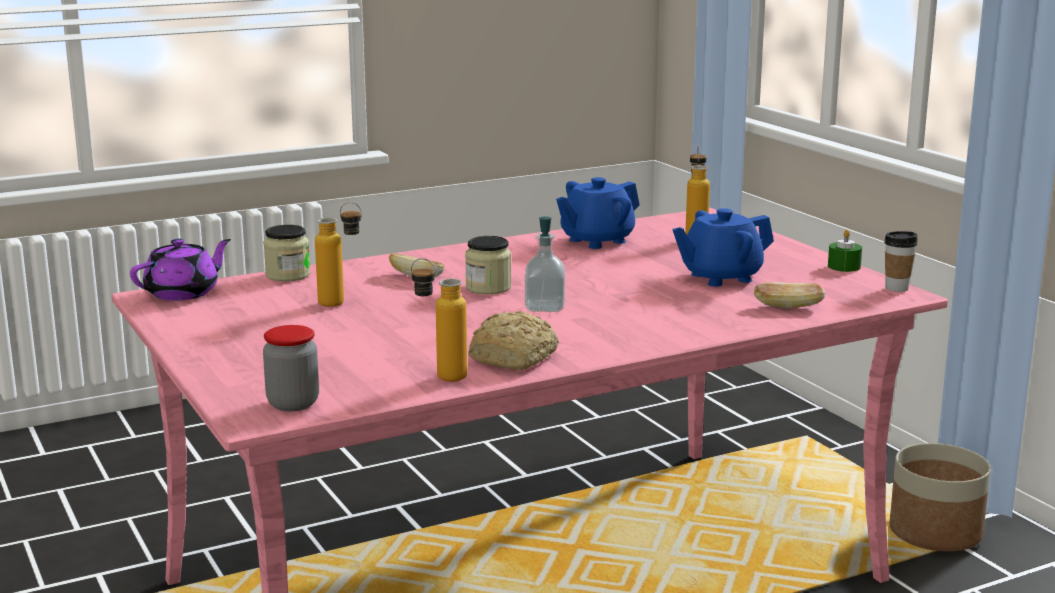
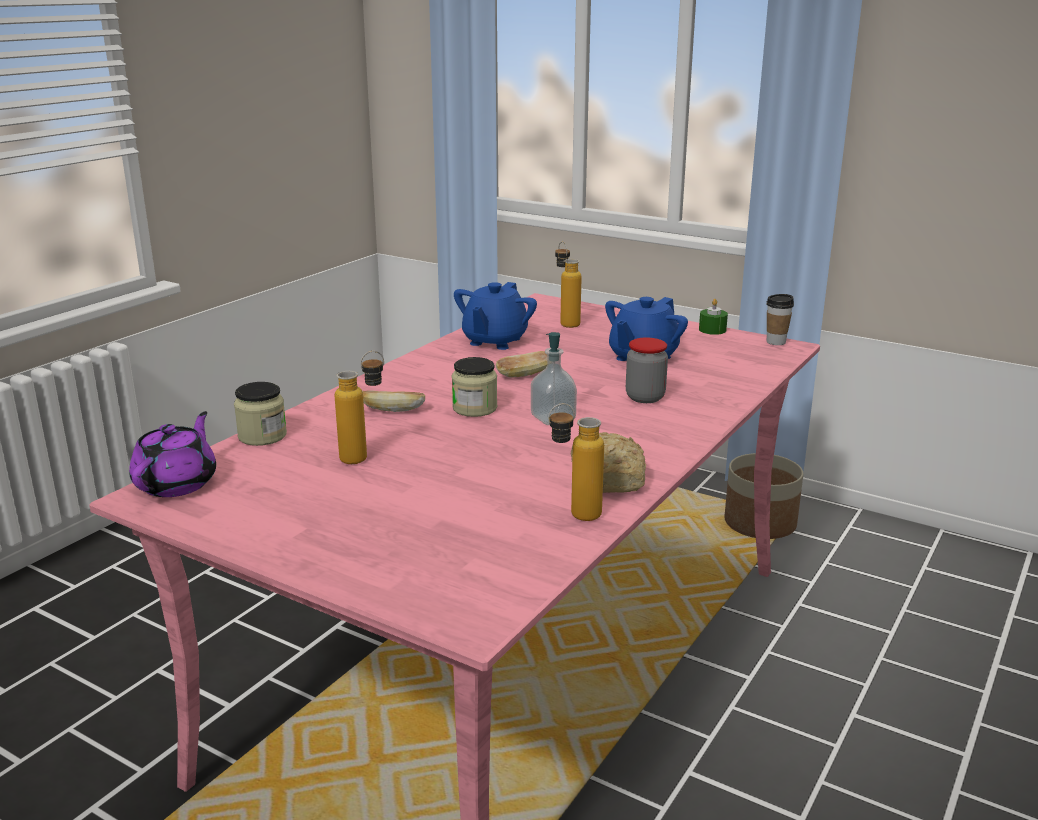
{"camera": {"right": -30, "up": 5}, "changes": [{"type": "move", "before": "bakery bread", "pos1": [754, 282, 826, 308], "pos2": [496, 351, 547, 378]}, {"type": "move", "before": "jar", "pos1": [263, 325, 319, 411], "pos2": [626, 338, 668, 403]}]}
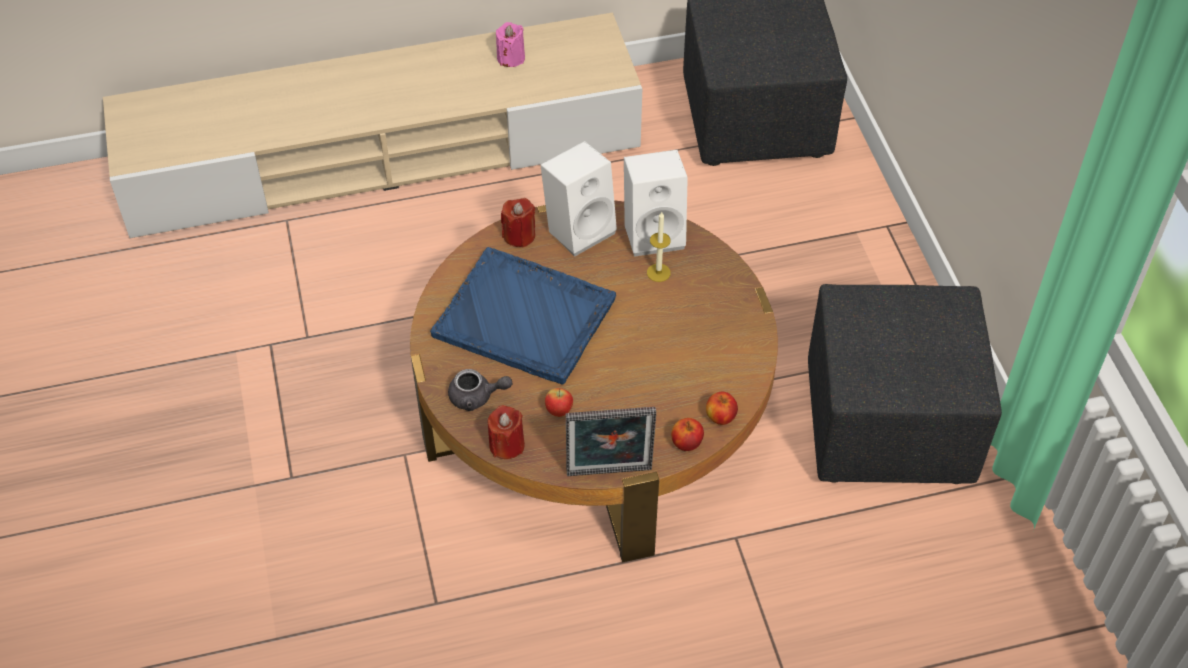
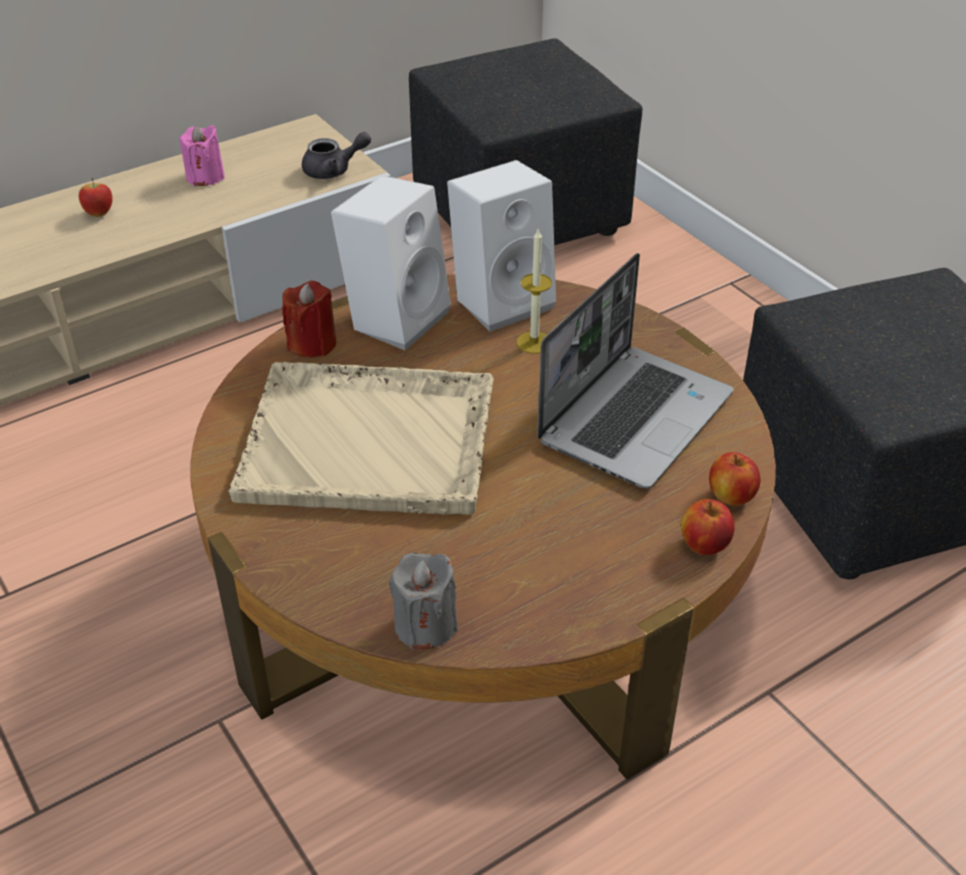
{"camera": {"right": -20, "up": -10}, "changes": [{"type": "recolor", "before": "tray (bluish)", "after": "tray (beige)", "pos1": [430, 247, 616, 385], "pos2": [228, 362, 494, 515]}, {"type": "move", "before": "tea pot (gray)", "pos1": [448, 369, 512, 411], "pos2": [302, 132, 371, 179]}, {"type": "move", "before": "whole apple", "pos1": [545, 388, 573, 417], "pos2": [79, 178, 113, 217]}, {"type": "recolor", "before": "candle (red)", "after": "candle (gray)", "pos1": [488, 405, 525, 459], "pos2": [389, 553, 458, 650]}, {"type": "delete", "before": "standing frame", "pos1": [566, 407, 656, 476]}, {"type": "insert", "after": "laptop", "pos2": [537, 253, 734, 489]}]}
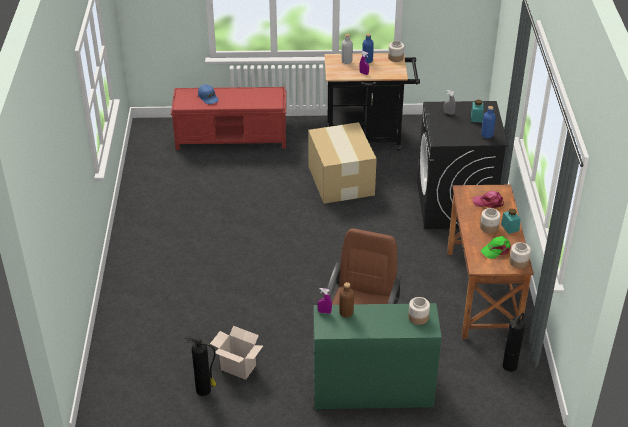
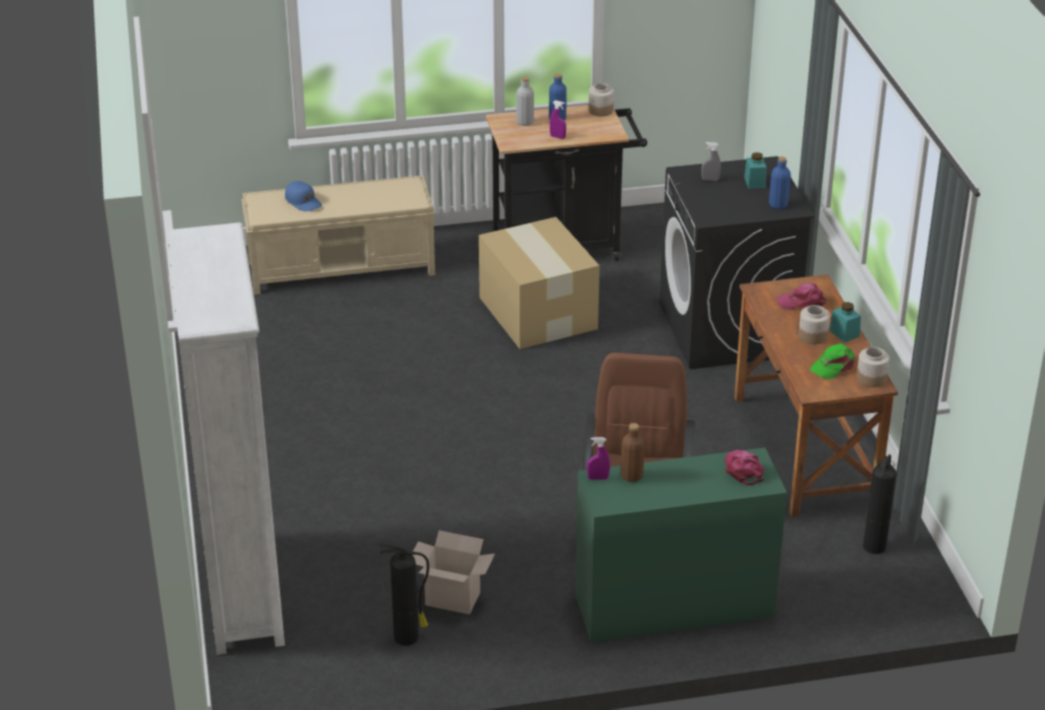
{"camera": {"right": -10, "up": -5}, "changes": [{"type": "recolor", "before": "indoor bench (red)", "after": "indoor bench (beige)", "pos1": [171, 87, 286, 150], "pos2": [241, 175, 435, 295]}, {"type": "replace", "before": "jar", "after": "baseball cap (pink-coloured)", "pos1": [408, 297, 430, 325], "pos2": [725, 450, 764, 486]}, {"type": "insert", "after": "shelving unit (white-coloured)", "pos2": [168, 222, 285, 655]}]}
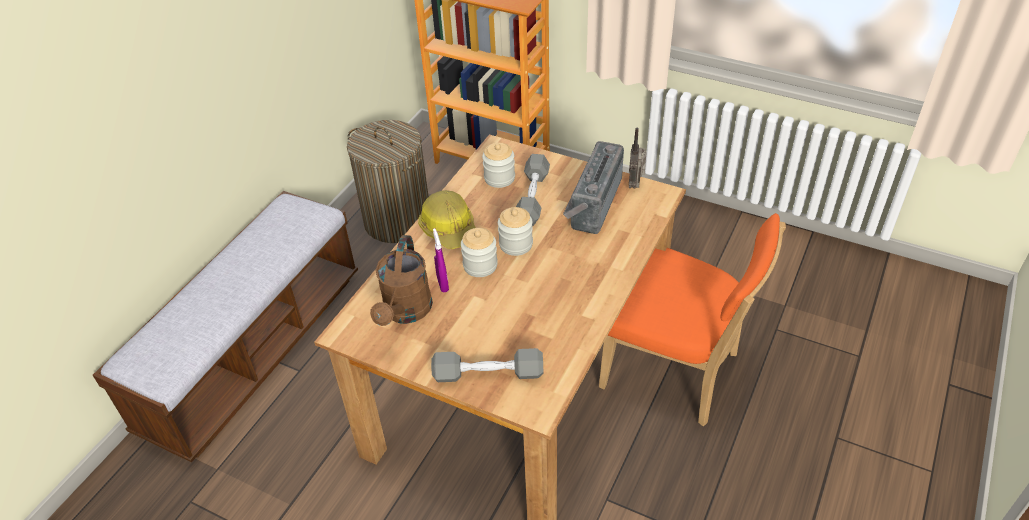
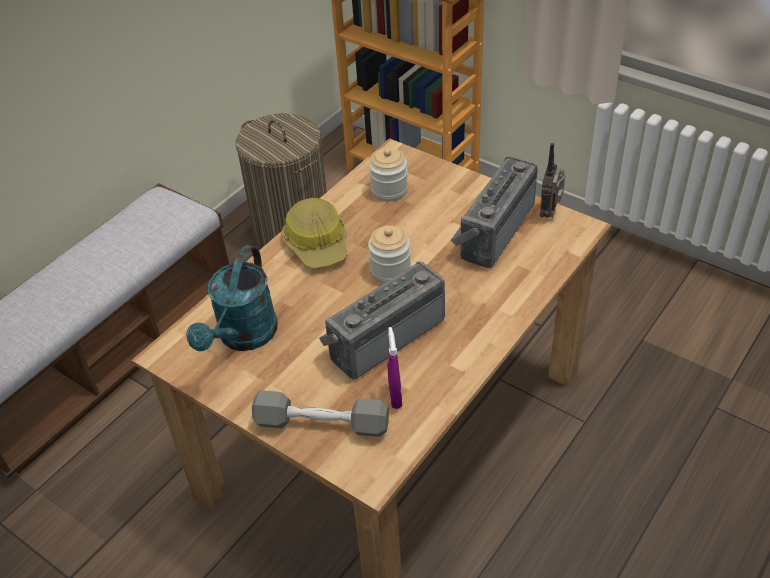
{"camera": {"right": 10, "up": 0}, "changes": [{"type": "delete", "before": "hand weight (gray)", "pos1": [516, 154, 550, 226]}, {"type": "delete", "before": "plain chair (orangey)", "pos1": [599, 213, 786, 426]}, {"type": "move", "before": "sprayer (purple)", "pos1": [433, 228, 449, 292], "pos2": [387, 327, 402, 409]}, {"type": "delete", "before": "jar", "pos1": [461, 228, 498, 277]}, {"type": "recolor", "before": "sprinkling can (brown-coloured)", "after": "sprinkling can (turquoise-coloured)", "pos1": [370, 235, 433, 326], "pos2": [186, 245, 277, 351]}, {"type": "insert", "after": "radio receiver", "pos2": [319, 261, 445, 380]}]}
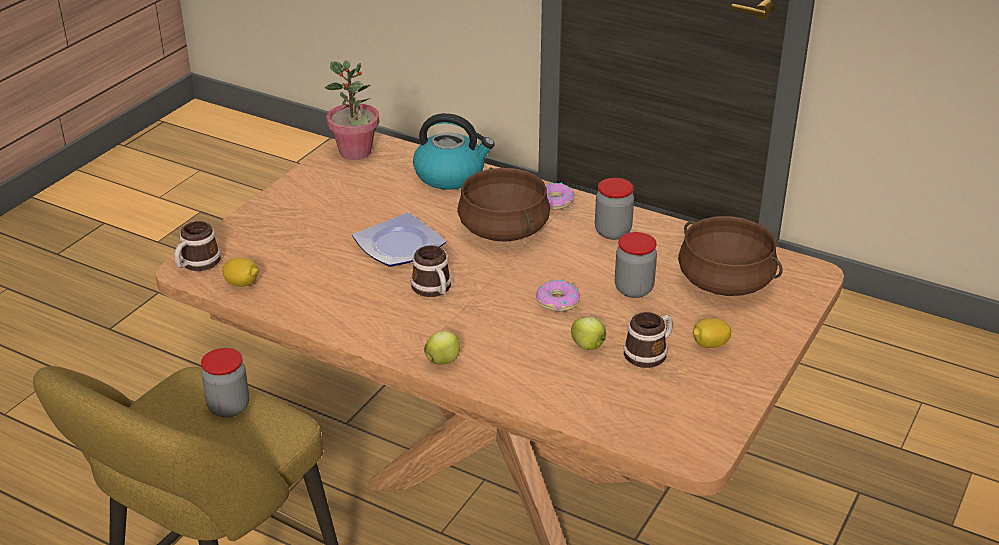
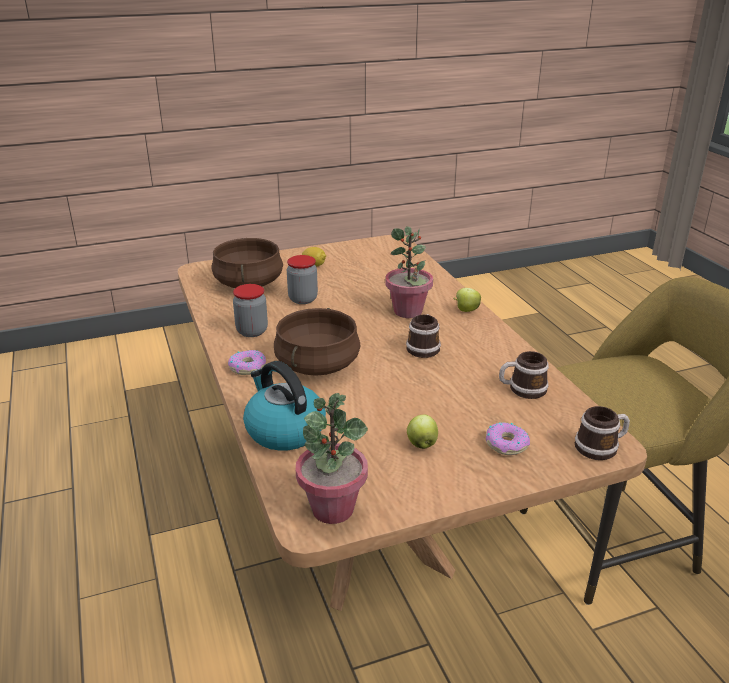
{"camera": {"right": -140, "up": -5}, "changes": [{"type": "delete", "before": "flat dish", "pos1": [352, 213, 446, 267]}, {"type": "delete", "before": "lemon", "pos1": [222, 257, 259, 287]}, {"type": "move", "before": "ring doughnut", "pos1": [536, 280, 580, 312], "pos2": [486, 422, 530, 455]}, {"type": "move", "before": "coffee mug", "pos1": [624, 312, 673, 368], "pos2": [499, 351, 549, 399]}, {"type": "move", "before": "whole apple", "pos1": [571, 317, 606, 350], "pos2": [407, 415, 438, 449]}, {"type": "delete", "before": "jar", "pos1": [201, 348, 249, 418]}, {"type": "insert", "after": "potted plant", "pos2": [385, 226, 433, 318]}]}
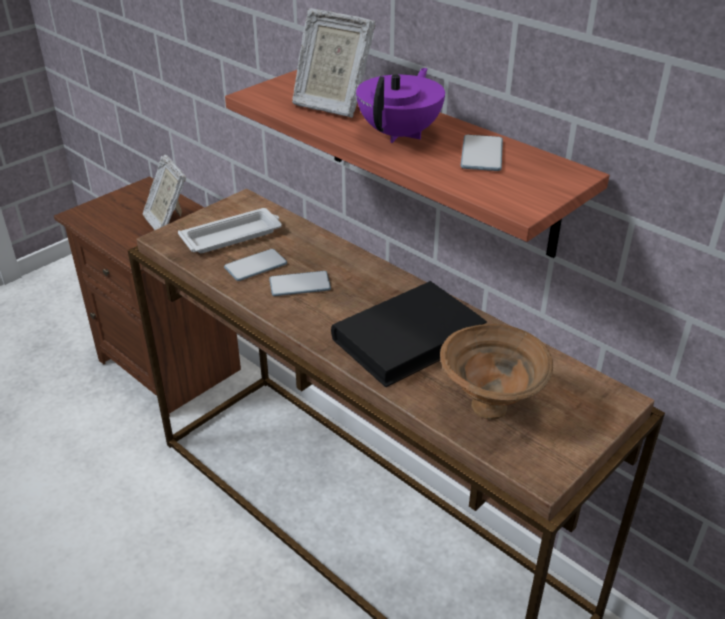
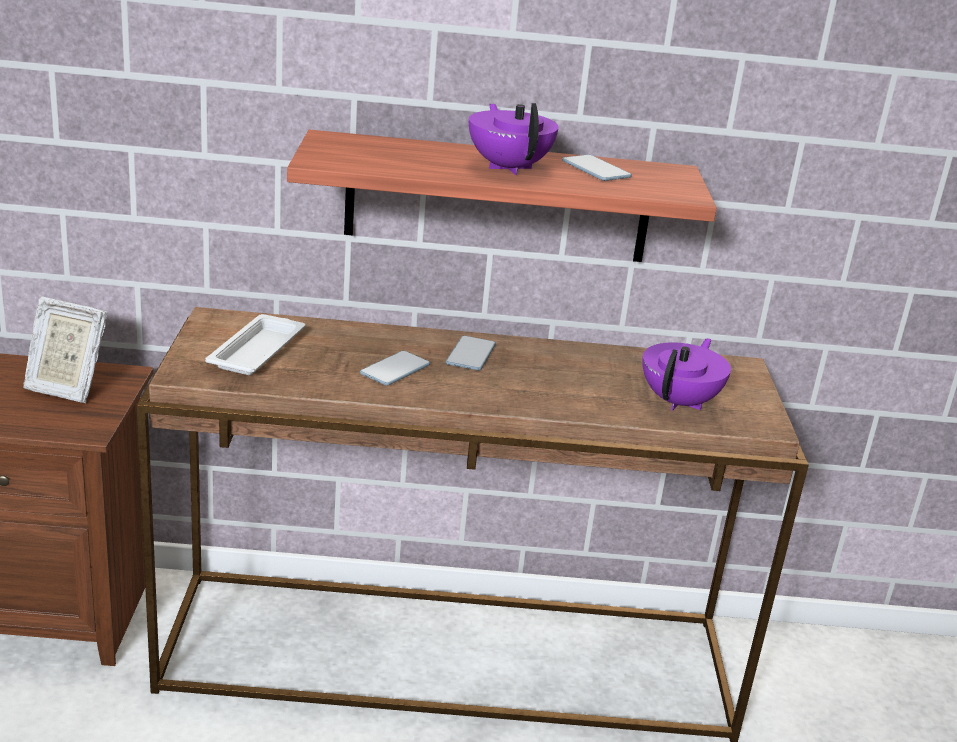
{"camera": {"right": -45, "up": -10}, "changes": [{"type": "delete", "before": "standing frame", "pos1": [292, 8, 375, 118]}, {"type": "move", "before": "handset", "pos1": [224, 249, 287, 281], "pos2": [446, 336, 496, 370]}, {"type": "delete", "before": "book (black-coloured)", "pos1": [331, 281, 487, 387]}, {"type": "replace", "before": "bowl (brown-coloured)", "after": "tea pot (purple)", "pos1": [440, 324, 553, 420], "pos2": [642, 338, 731, 411]}]}
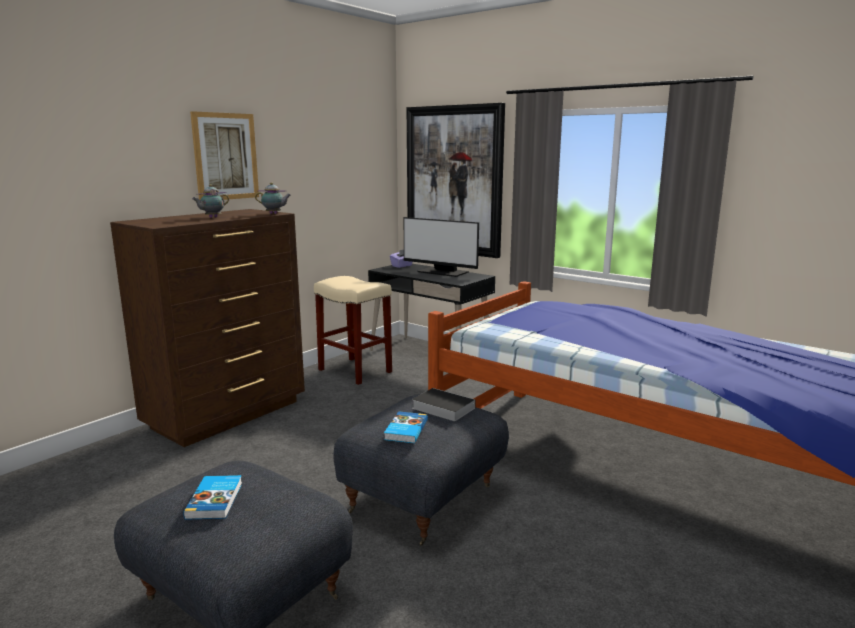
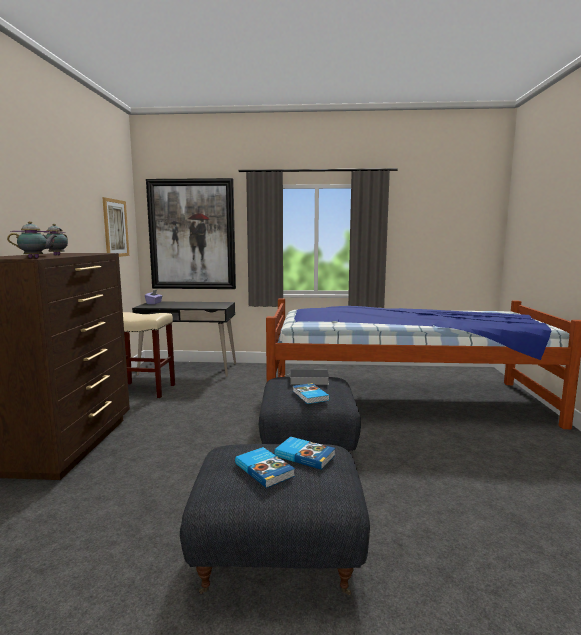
{"camera": {"right": -35, "up": -5}, "changes": [{"type": "move", "before": "picture", "pos1": [190, 111, 259, 200], "pos2": [102, 197, 129, 257]}, {"type": "move", "before": "tea pot", "pos1": [255, 182, 291, 214], "pos2": [7, 221, 57, 258]}, {"type": "delete", "before": "computer display", "pos1": [404, 217, 479, 277]}, {"type": "insert", "after": "book", "pos2": [274, 437, 335, 470]}]}
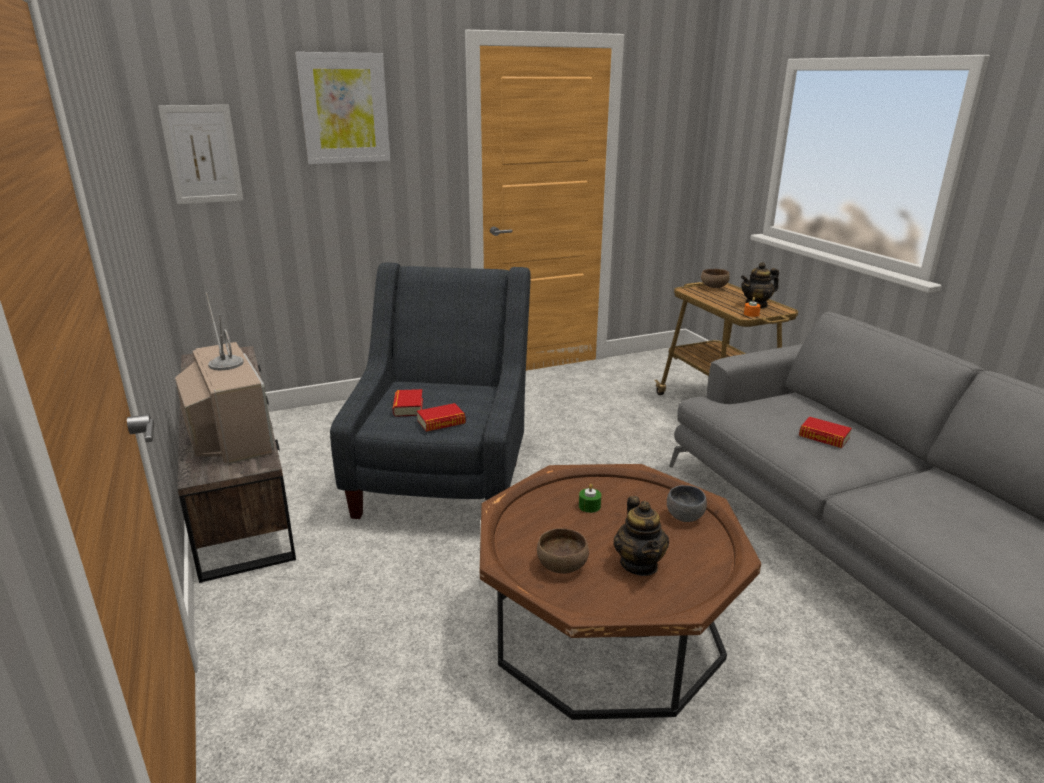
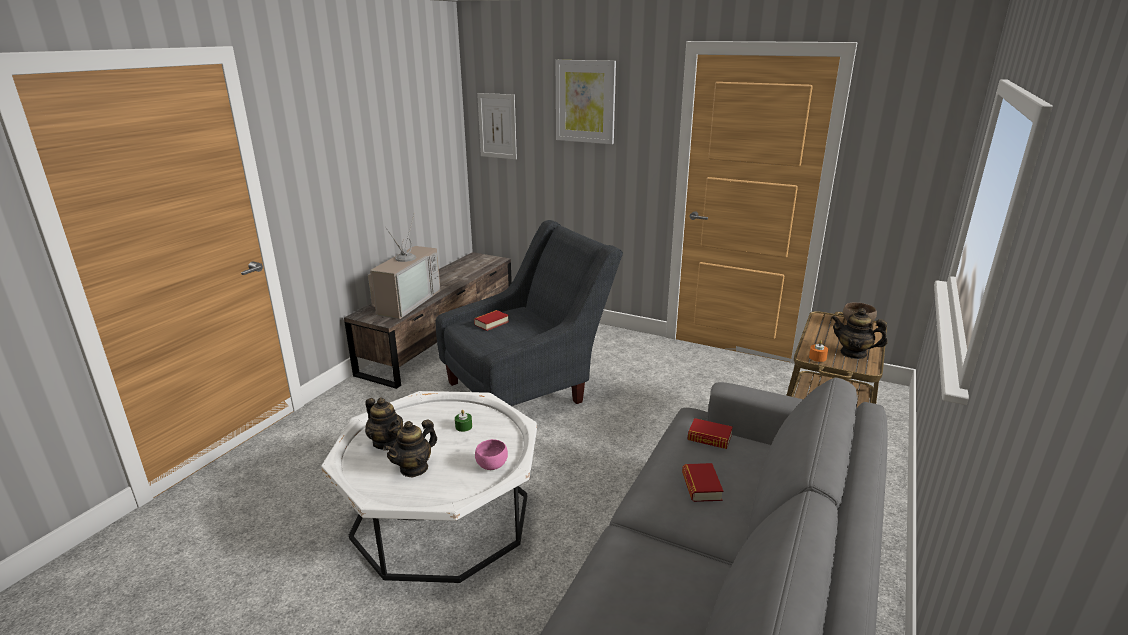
{"camera": {"right": 50, "up": 0}, "changes": [{"type": "move", "before": "book", "pos1": [417, 403, 466, 432], "pos2": [688, 418, 733, 449]}, {"type": "recolor", "before": "lounge table (brown-coloured)", "after": "lounge table (white-coloured)", "pos1": [480, 464, 761, 720], "pos2": [321, 391, 537, 583]}, {"type": "recolor", "before": "bowl (gray)", "after": "bowl (pink-coloured)", "pos1": [667, 485, 707, 522], "pos2": [475, 439, 508, 470]}, {"type": "replace", "before": "bowl (brown-coloured)", "after": "tea pot", "pos1": [537, 528, 589, 574], "pos2": [365, 397, 403, 449]}]}
